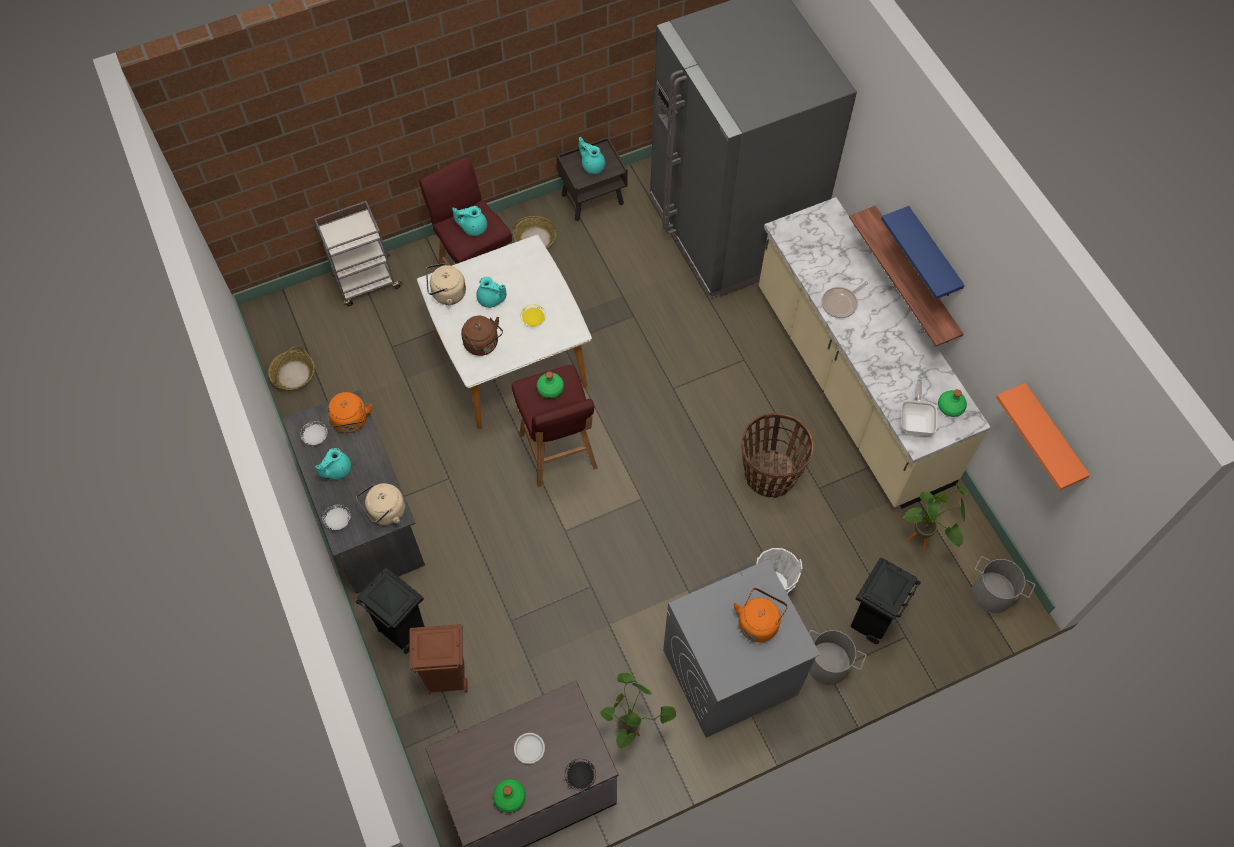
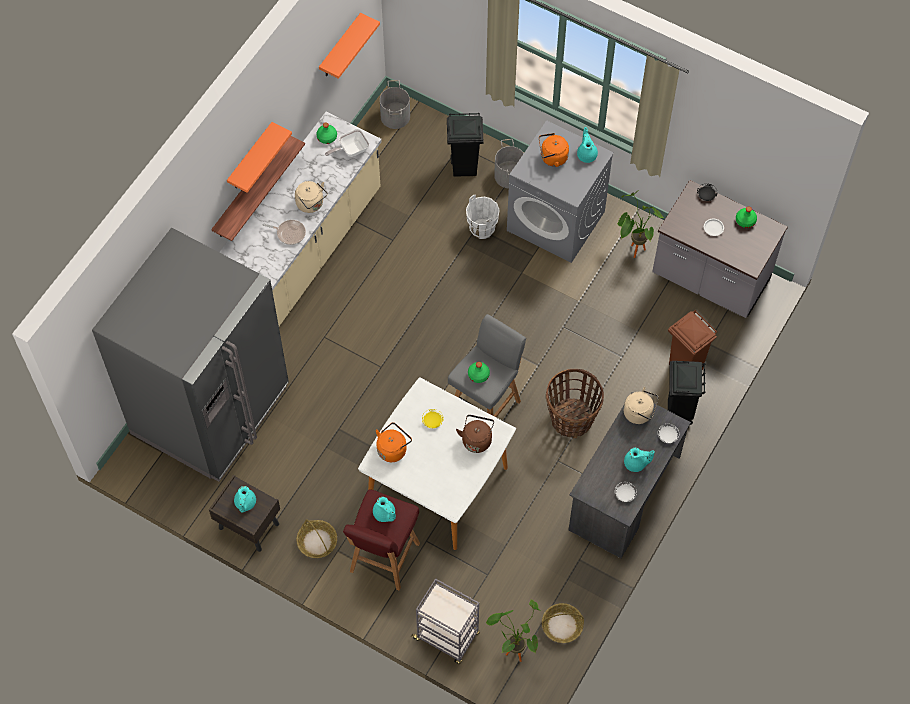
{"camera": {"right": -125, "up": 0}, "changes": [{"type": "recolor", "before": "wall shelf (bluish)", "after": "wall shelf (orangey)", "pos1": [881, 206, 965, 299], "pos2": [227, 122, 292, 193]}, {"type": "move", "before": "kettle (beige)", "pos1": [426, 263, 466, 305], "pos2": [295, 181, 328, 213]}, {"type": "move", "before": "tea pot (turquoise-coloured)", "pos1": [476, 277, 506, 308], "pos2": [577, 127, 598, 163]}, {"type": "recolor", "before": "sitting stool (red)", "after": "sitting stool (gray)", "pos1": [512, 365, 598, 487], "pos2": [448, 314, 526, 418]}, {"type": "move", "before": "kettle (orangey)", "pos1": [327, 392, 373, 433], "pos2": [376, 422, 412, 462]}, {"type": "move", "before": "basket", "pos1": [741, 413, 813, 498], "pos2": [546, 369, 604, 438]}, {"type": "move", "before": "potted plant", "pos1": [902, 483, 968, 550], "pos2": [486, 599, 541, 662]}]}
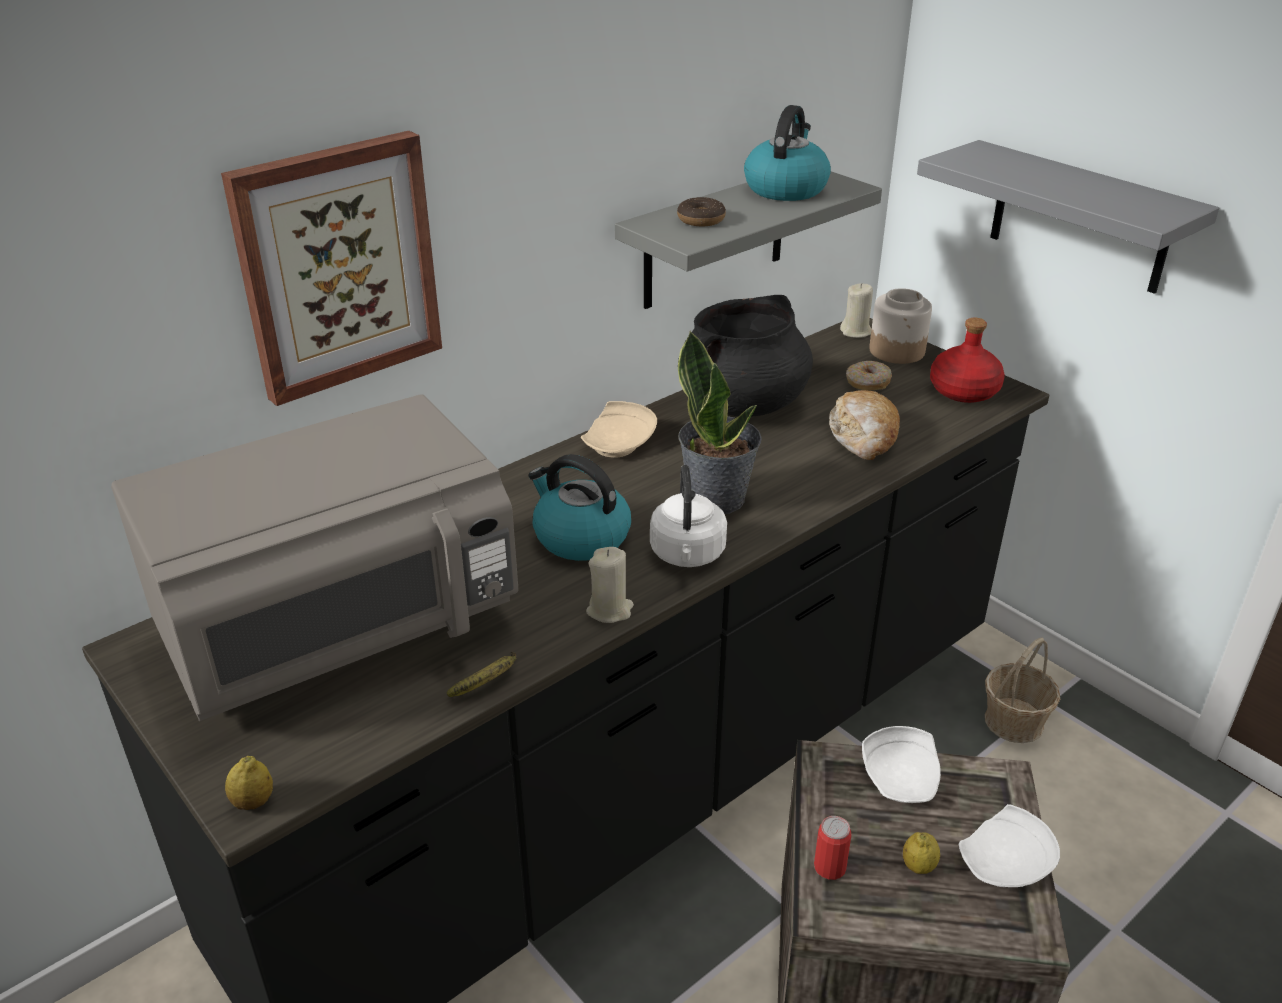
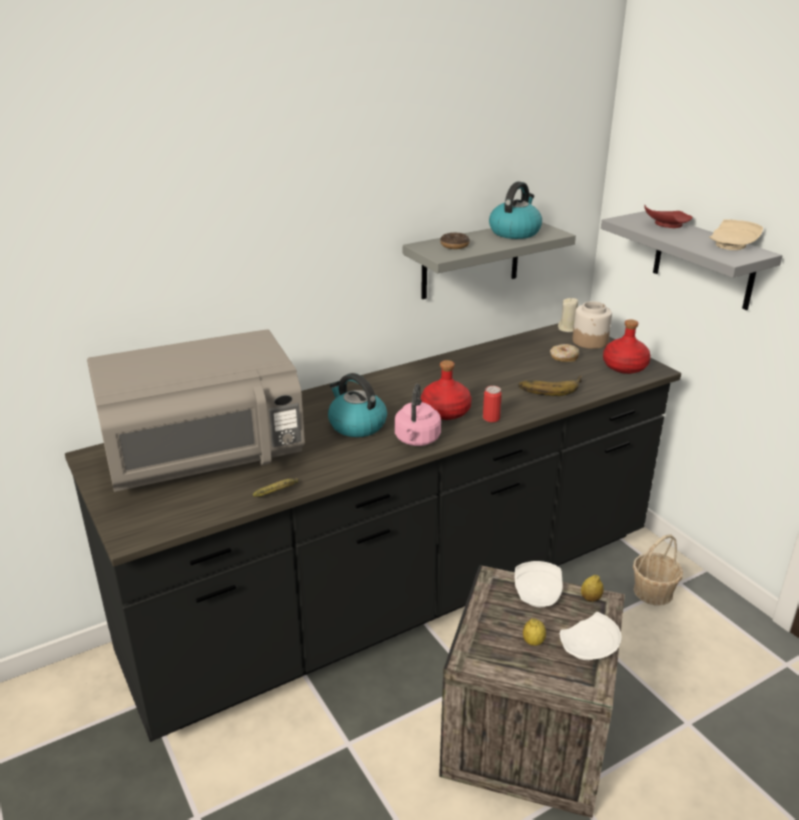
{"camera": {"right": 10, "up": -5}, "changes": [{"type": "delete", "before": "picture", "pos1": [221, 131, 442, 406]}, {"type": "delete", "before": "cooking pot (black-coloured)", "pos1": [678, 295, 813, 417]}, {"type": "replace", "before": "potted plant", "after": "beverage bottle (red)", "pos1": [678, 330, 762, 514], "pos2": [421, 360, 472, 420]}, {"type": "replace", "before": "bakery bread", "after": "banana", "pos1": [829, 390, 900, 460], "pos2": [518, 375, 582, 396]}, {"type": "move", "before": "flat dish (beige)", "pos1": [581, 401, 657, 458], "pos2": [709, 219, 763, 250]}, {"type": "recolor", "before": "kettle (white-coloured)", "after": "kettle (pink-coloured)", "pos1": [650, 465, 727, 567], "pos2": [395, 384, 441, 446]}, {"type": "delete", "before": "candle (beige)", "pos1": [586, 547, 634, 623]}, {"type": "move", "before": "lemon", "pos1": [225, 756, 273, 810], "pos2": [581, 575, 604, 602]}, {"type": "move", "before": "can", "pos1": [814, 816, 851, 880], "pos2": [483, 386, 502, 422]}, {"type": "insert", "after": "flat dish (red)", "pos2": [644, 205, 693, 228]}]}
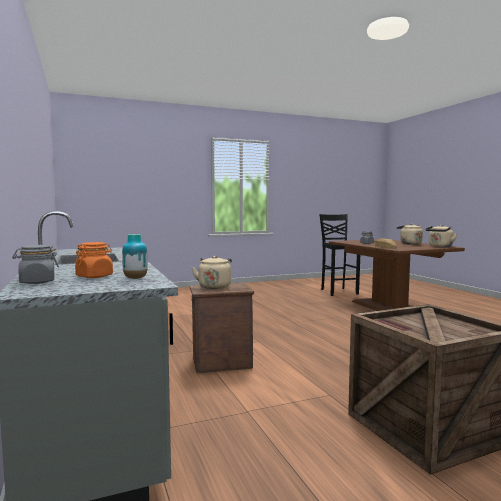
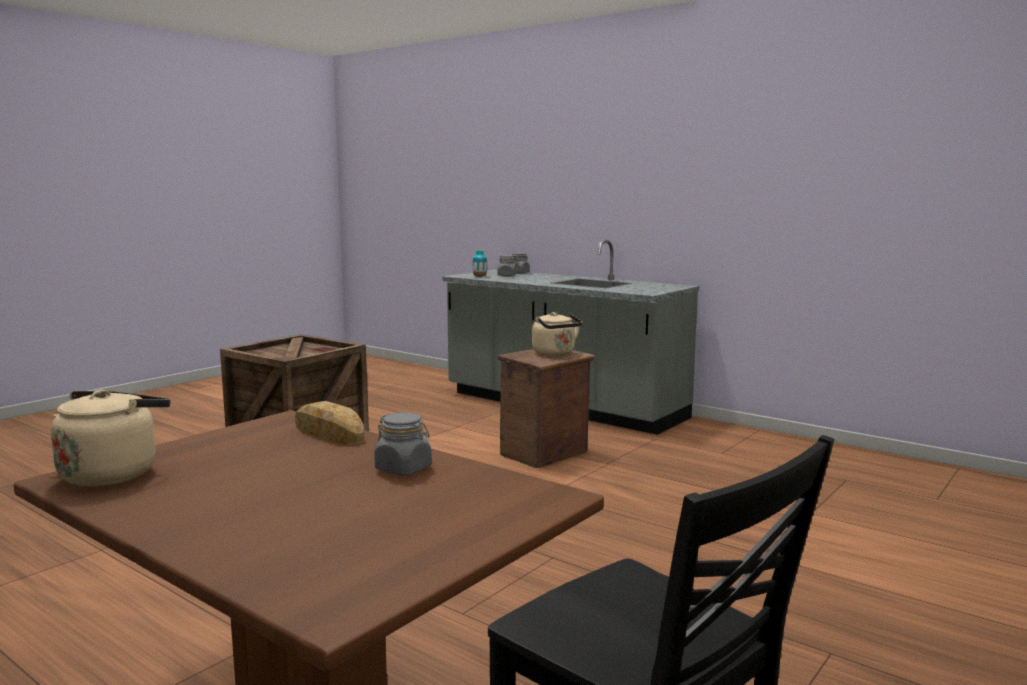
{"camera": {"right": 150, "up": 5}, "changes": [{"type": "delete", "before": "kettle (beige)", "pos1": [396, 224, 423, 245]}, {"type": "recolor", "before": "jar (orangey)", "after": "jar (gray)", "pos1": [75, 242, 113, 278], "pos2": [497, 255, 516, 277]}]}
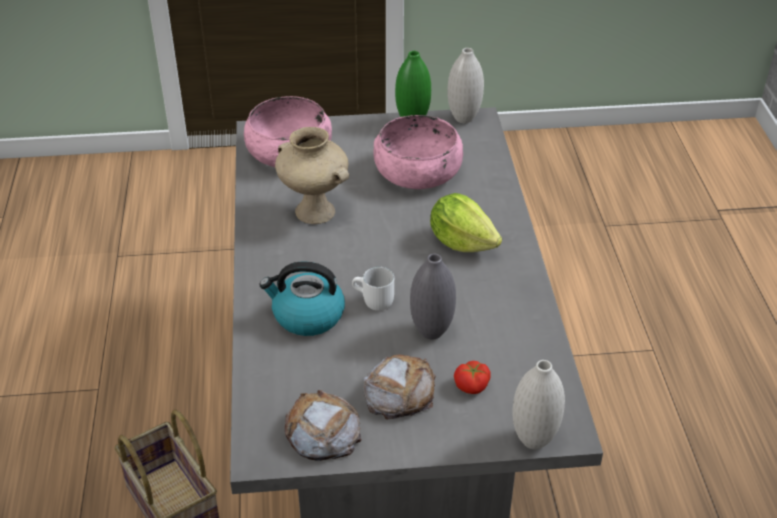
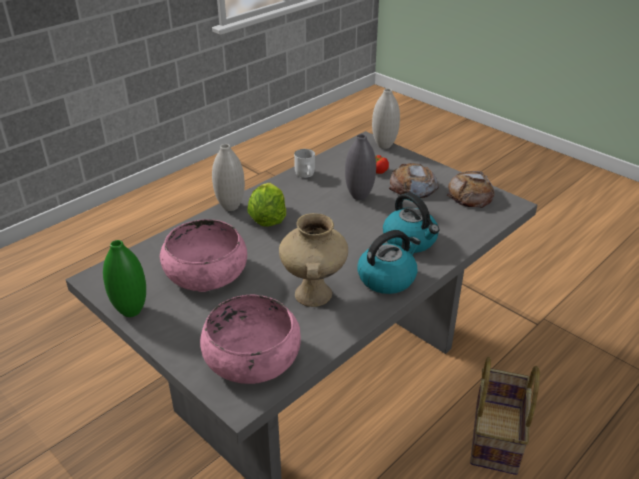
{"camera": {"right": -130, "up": -5}, "changes": [{"type": "move", "before": "vase (white-coloured)", "pos1": [447, 48, 484, 123], "pos2": [212, 144, 245, 211]}, {"type": "move", "before": "coffee mug (white-coloured)", "pos1": [352, 267, 394, 311], "pos2": [294, 149, 315, 178]}, {"type": "insert", "after": "kettle", "pos2": [357, 230, 421, 294]}]}
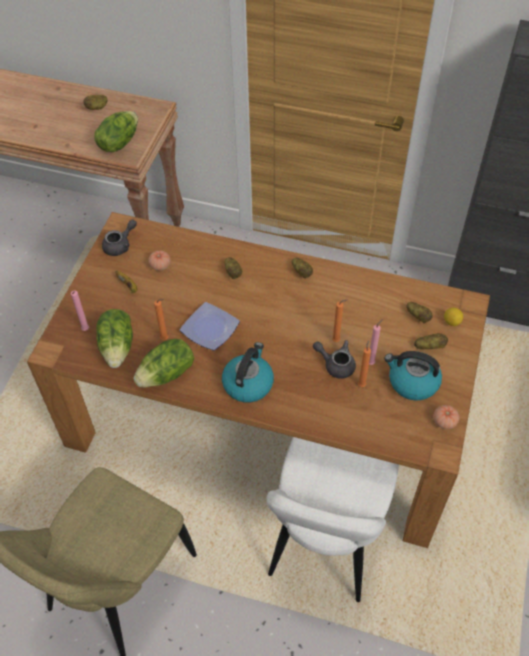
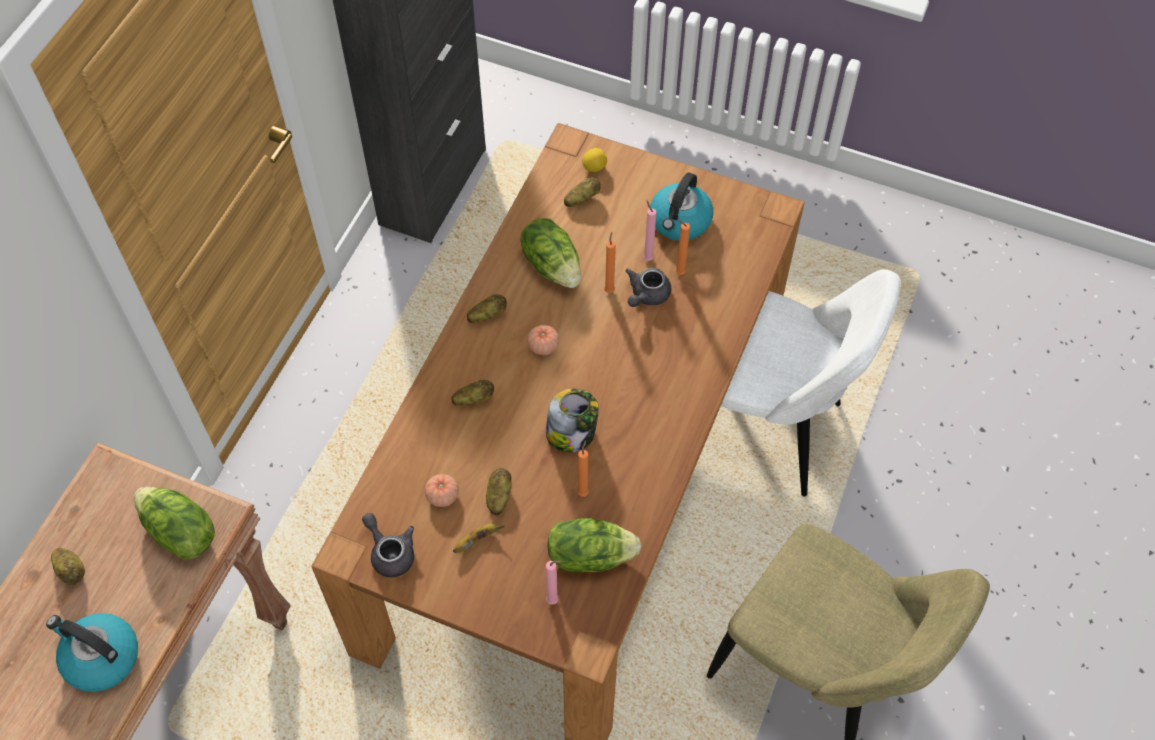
{"camera": {"right": -85, "up": 5}, "changes": [{"type": "replace", "before": "flat dish", "after": "jar", "pos1": [180, 302, 240, 350], "pos2": [546, 389, 599, 452]}, {"type": "move", "before": "spud", "pos1": [414, 333, 448, 349], "pos2": [486, 468, 512, 516]}, {"type": "move", "before": "lettuce", "pos1": [133, 339, 194, 387], "pos2": [521, 218, 581, 288]}, {"type": "move", "before": "kettle", "pos1": [222, 342, 274, 403], "pos2": [46, 613, 138, 692]}, {"type": "move", "before": "fresh tomato", "pos1": [433, 405, 459, 429], "pos2": [527, 325, 559, 355]}]}
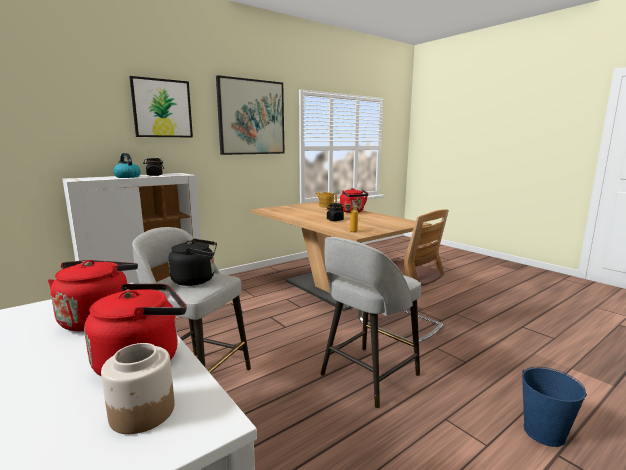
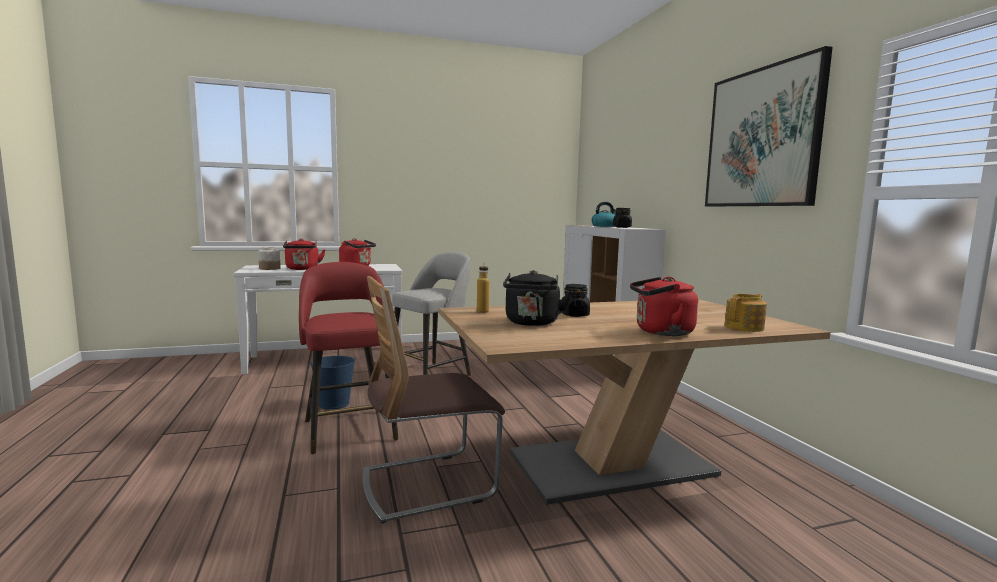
{"camera": {"right": 110, "up": -5}, "changes": [{"type": "delete", "before": "picture", "pos1": [129, 76, 193, 137]}, {"type": "recolor", "before": "sitting stool (gray)", "after": "sitting stool (red)", "pos1": [321, 237, 421, 408], "pos2": [299, 262, 398, 454]}, {"type": "move", "before": "kettle (black-coloured)", "pos1": [168, 238, 217, 286], "pos2": [503, 270, 572, 326]}, {"type": "move", "before": "bucket (bluish)", "pos1": [522, 367, 587, 447], "pos2": [310, 356, 355, 410]}]}
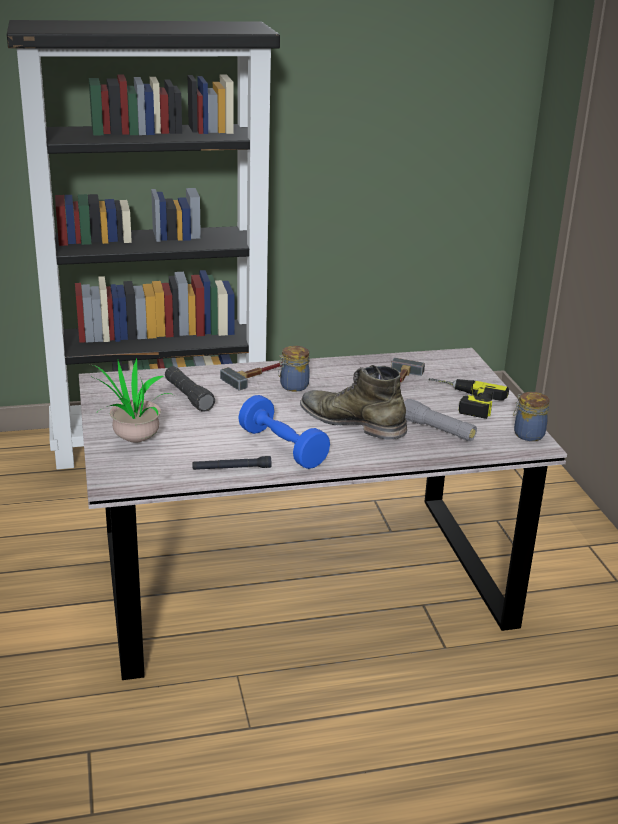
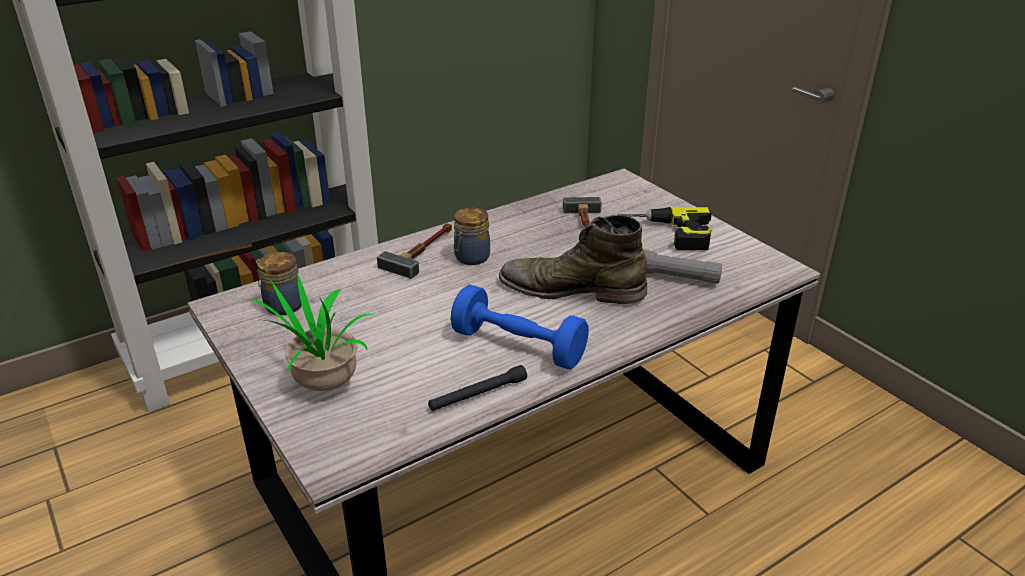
{"camera": {"right": -20, "up": 5}, "changes": [{"type": "delete", "before": "flashlight (black-coloured)", "pos1": [165, 366, 215, 412]}, {"type": "move", "before": "jar", "pos1": [513, 392, 550, 441], "pos2": [256, 252, 302, 315]}]}
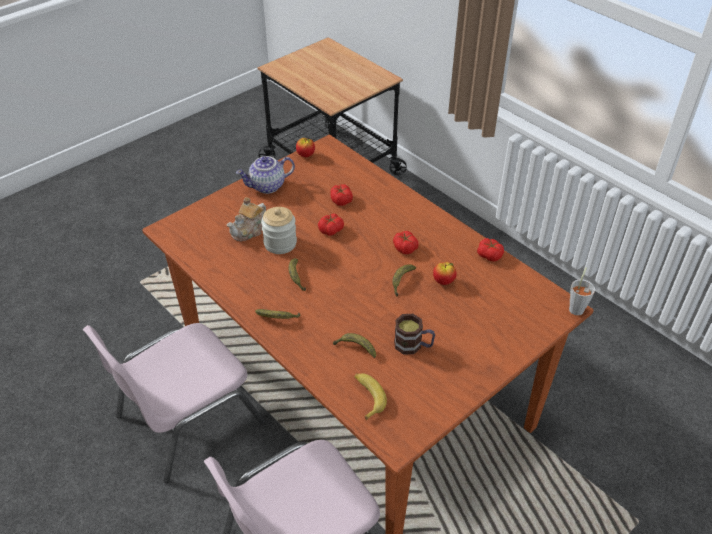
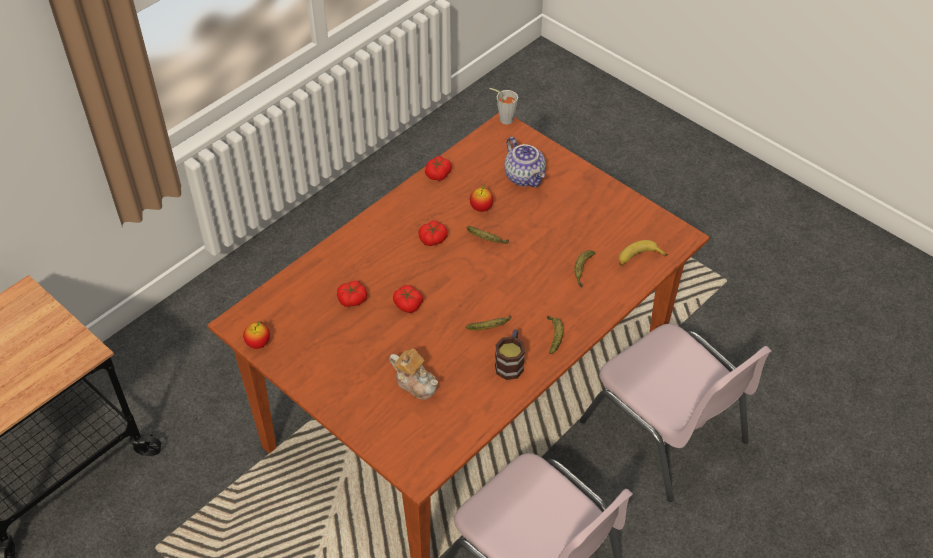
{"camera": {"right": -95, "up": 5}, "changes": [{"type": "move", "before": "tea pot", "pos1": [236, 156, 295, 194], "pos2": [504, 137, 546, 187]}, {"type": "delete", "before": "jar", "pos1": [261, 207, 297, 254]}, {"type": "move", "before": "coffee mug", "pos1": [394, 314, 435, 355], "pos2": [495, 329, 525, 380]}]}
